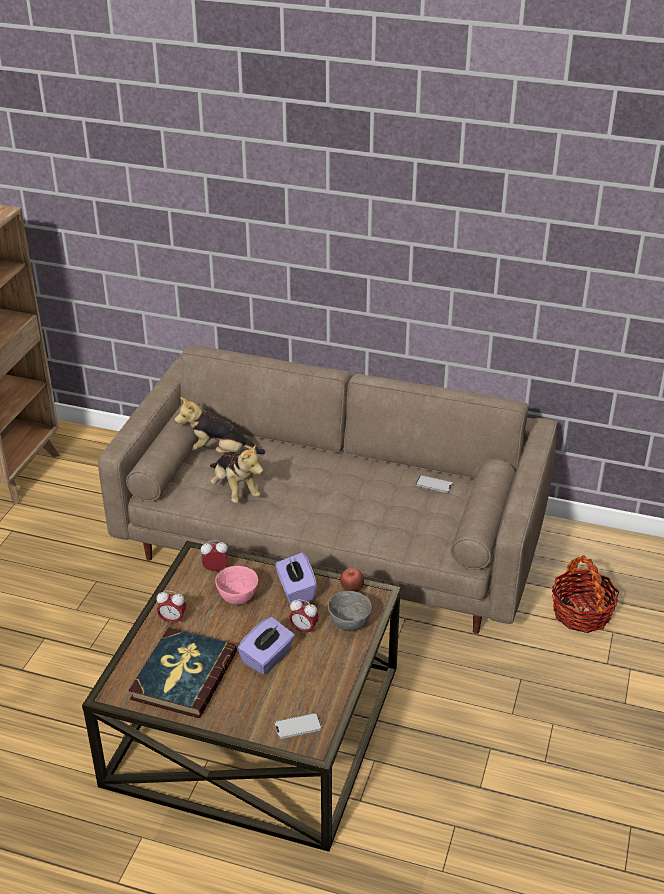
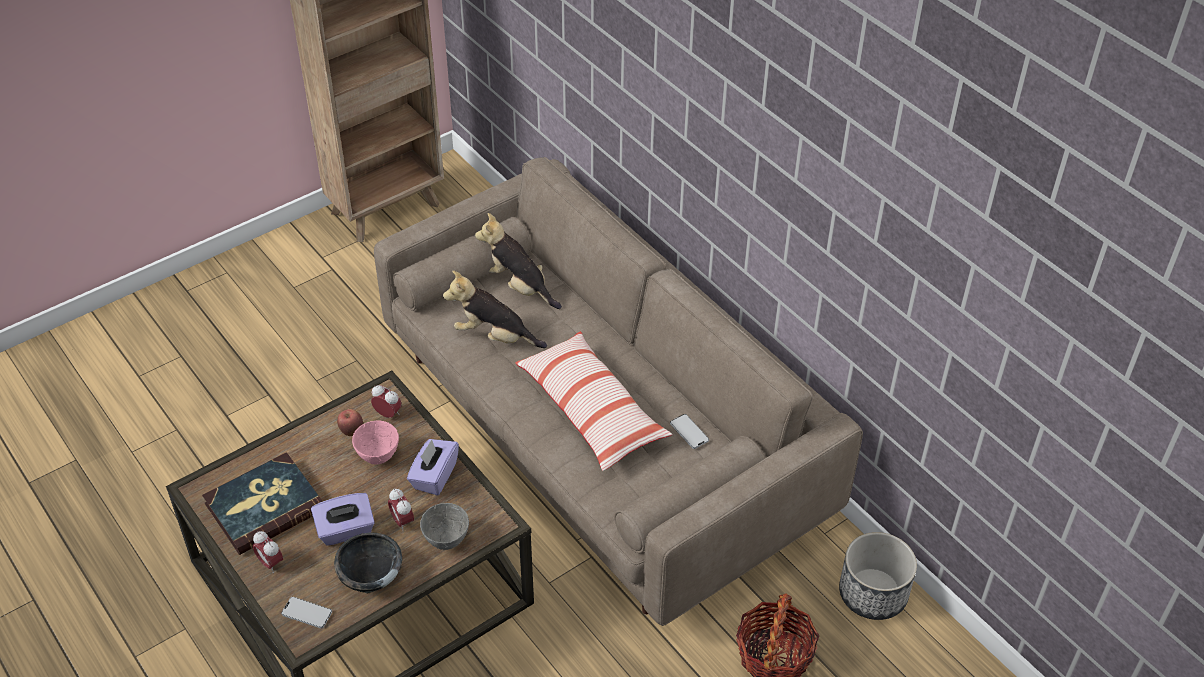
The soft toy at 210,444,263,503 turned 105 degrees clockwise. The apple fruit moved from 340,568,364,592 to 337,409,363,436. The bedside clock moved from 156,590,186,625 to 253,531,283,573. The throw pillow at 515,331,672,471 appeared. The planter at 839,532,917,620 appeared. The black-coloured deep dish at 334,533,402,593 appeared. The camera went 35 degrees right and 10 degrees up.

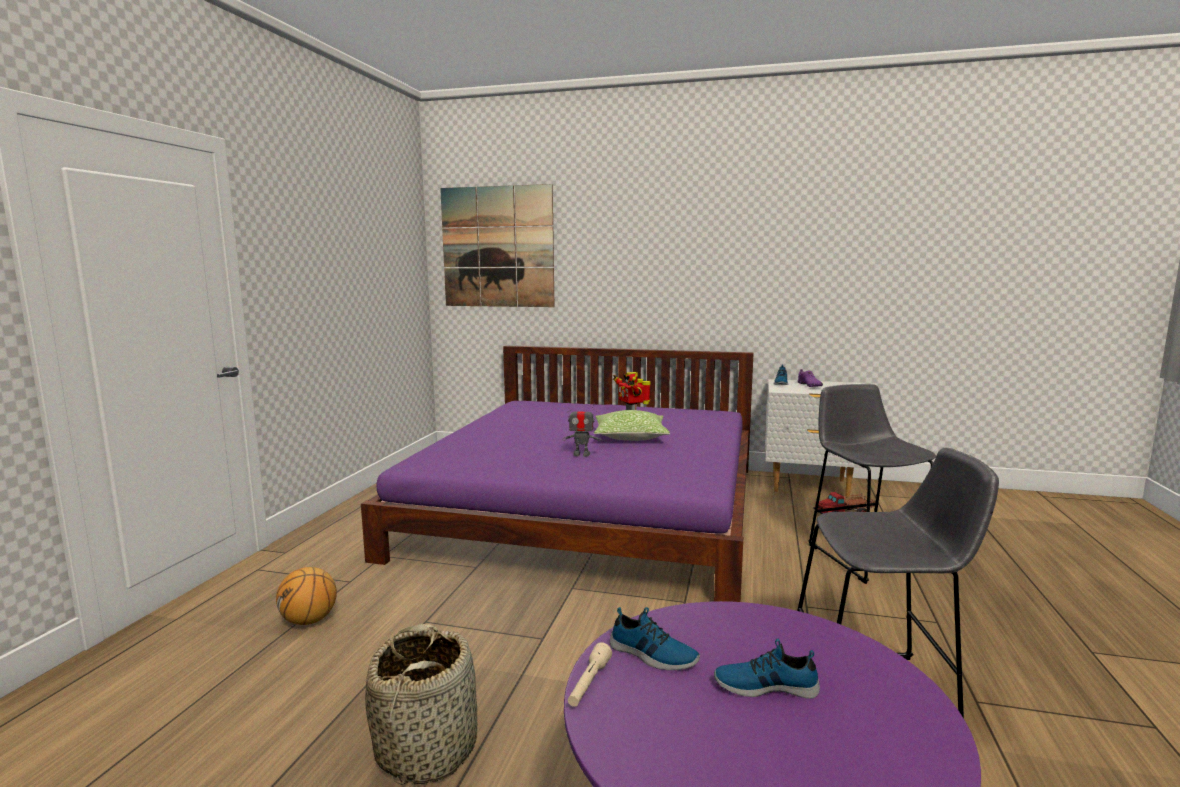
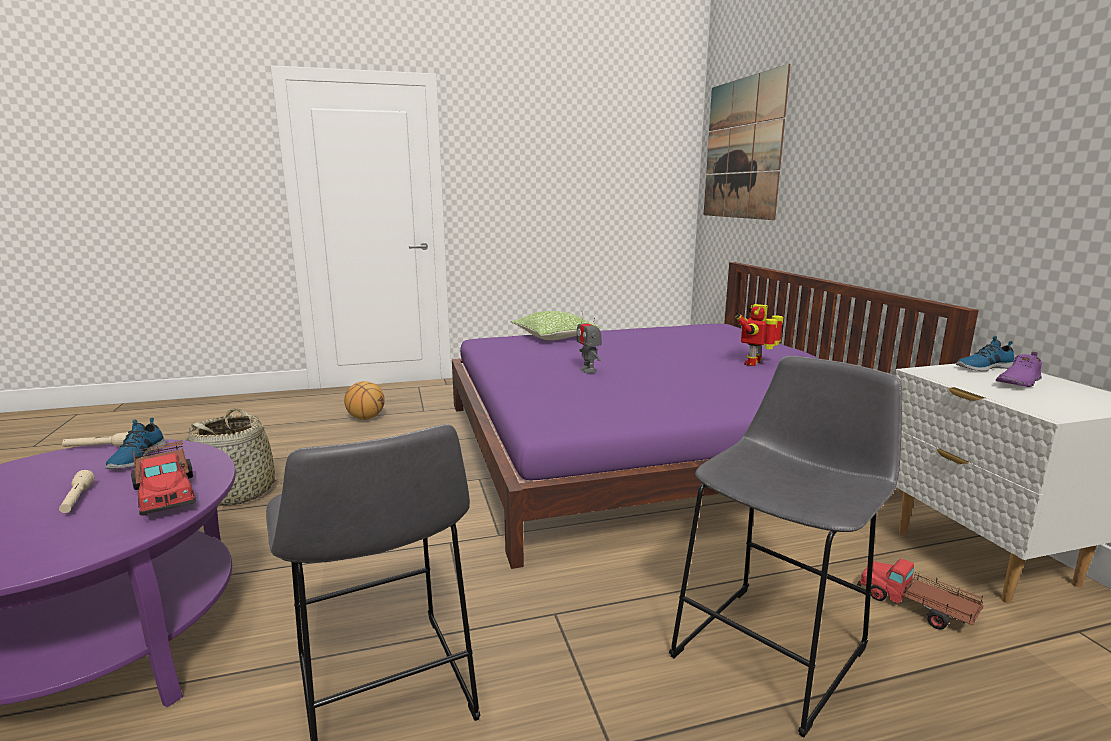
The throw pillow moved from 594,410,670,441 to 511,311,601,340. The low shoe at 714,639,820,699 was replaced by the beige torch at 59,470,95,513. The model truck at 131,441,196,516 appeared. The camera went 60 degrees right and 5 degrees up.

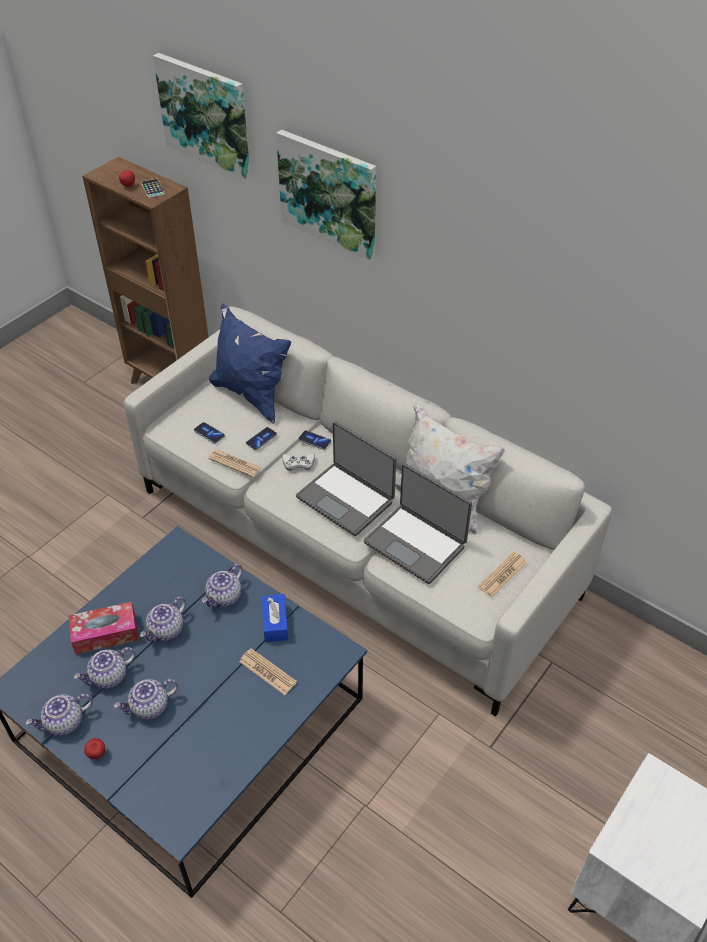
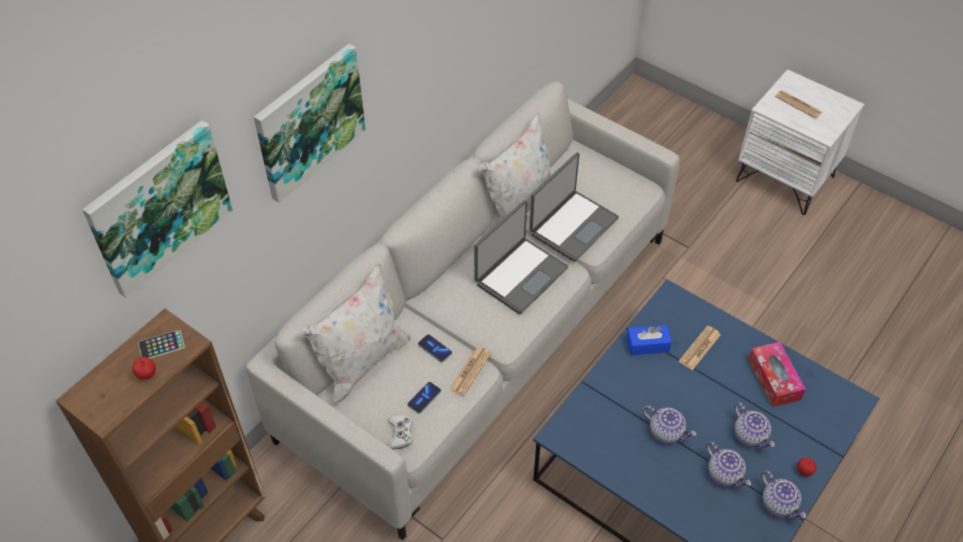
The blue-coloured throw pillow at 209,303,291,424 became the whitish throw pillow at 300,262,411,404. The phone at 298,430,331,450 disappeared. The whitish gamepad moved from 282,453,315,471 to 387,415,413,450. The daily paper moved from 478,552,527,597 to 775,90,823,119. The tea pot at 202,564,243,608 disappeared. The box of tissues moved from 69,602,139,654 to 748,342,806,407. The camera went 90 degrees left and 5 degrees up.

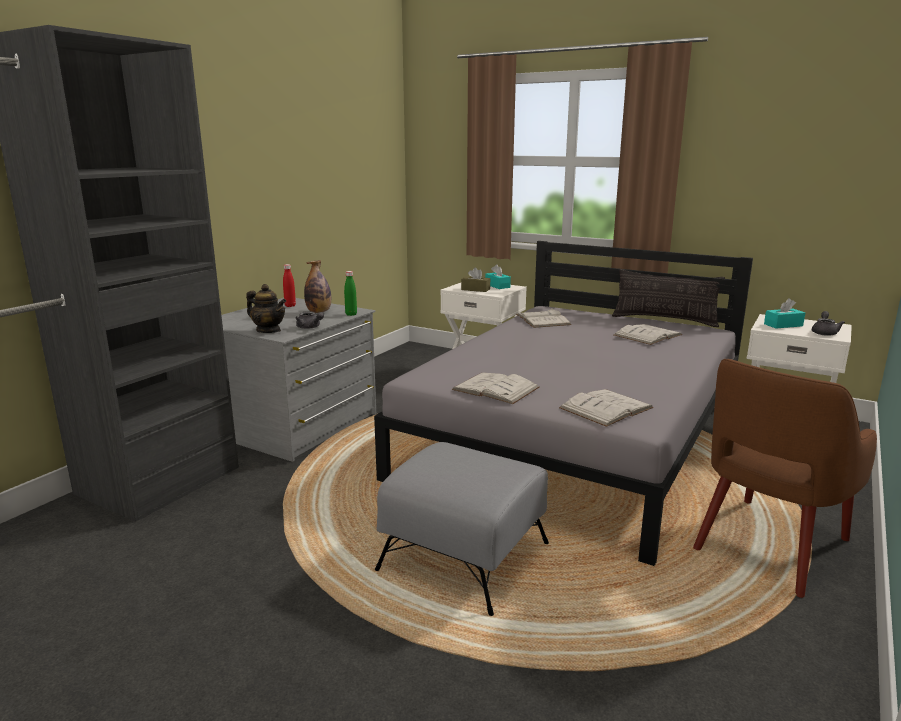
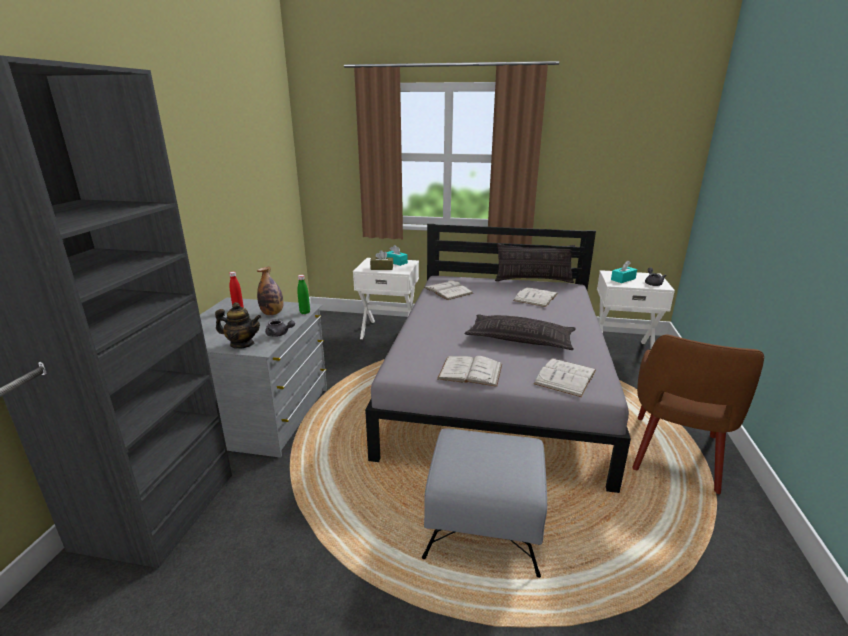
The throw pillow at 465,314,576,350 appeared. The camera went 20 degrees left and 5 degrees up.

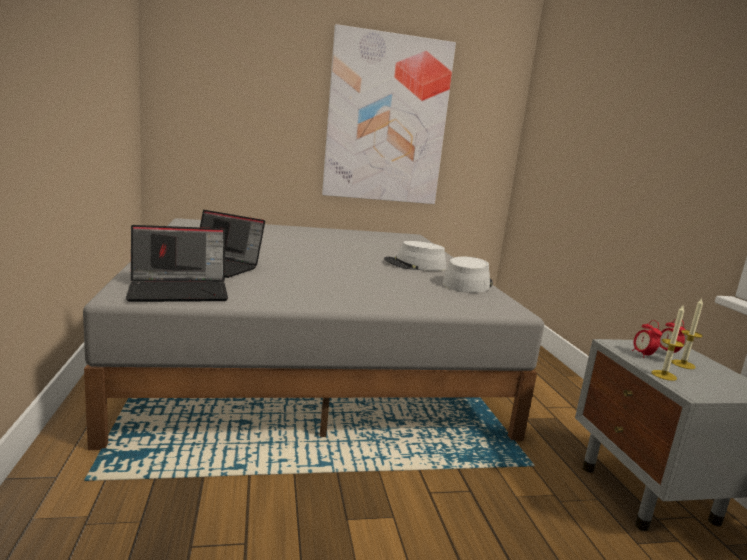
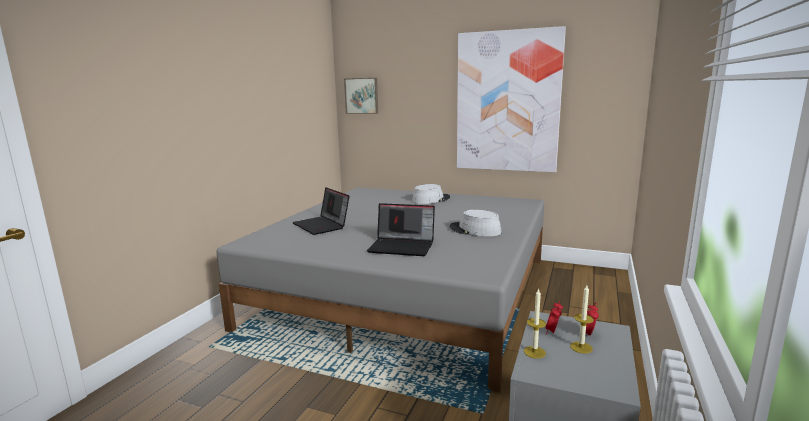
The portable computer moved from 126,225,228,302 to 367,203,435,256. The gray hat moved from 442,257,493,293 to 412,184,450,204. The wall picture at 344,78,378,114 appeared. The camera went 35 degrees right and 0 degrees up.

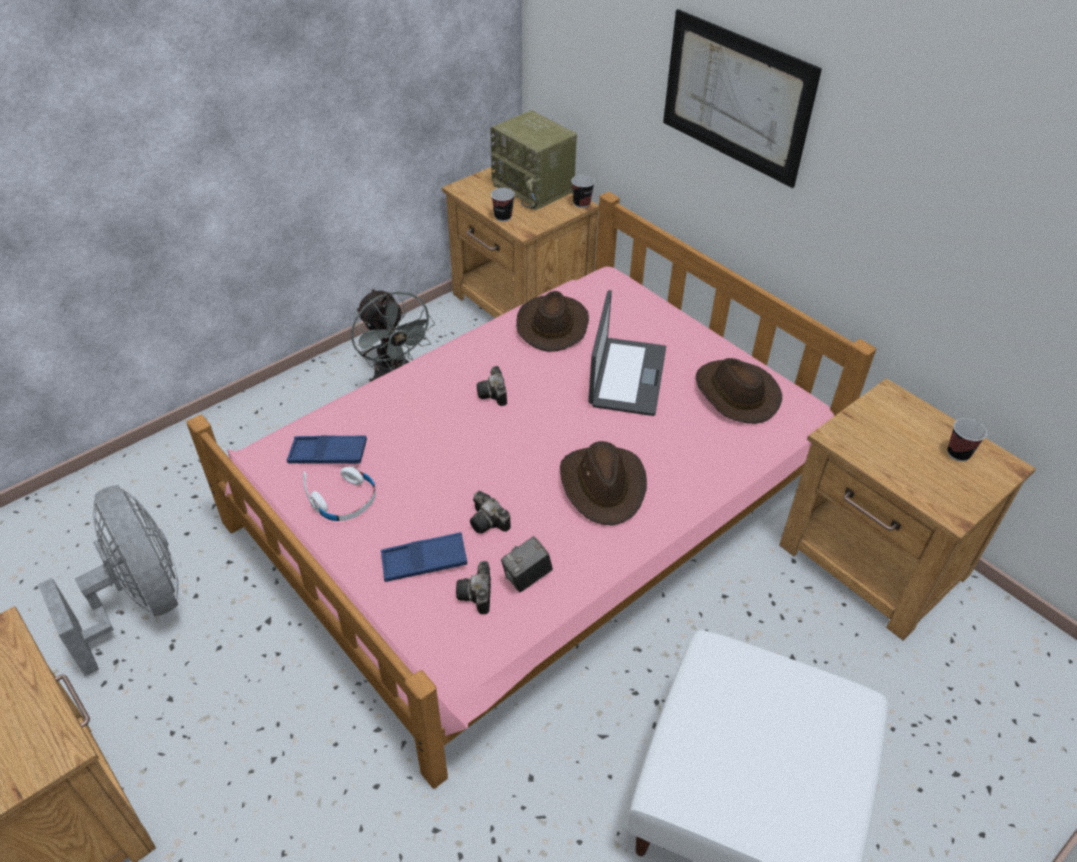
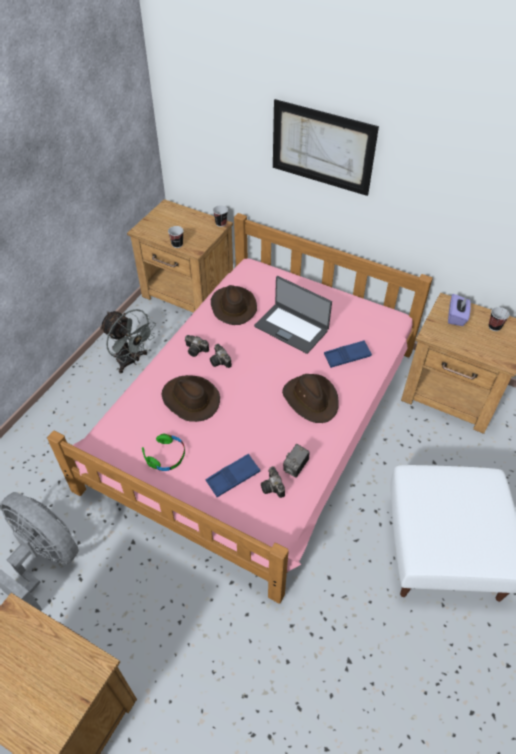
The radio set at 490,110,577,210 disappeared. The portable computer at 588,290,666,416 turned 135 degrees clockwise. The brown hat moved from 696,358,782,424 to 162,375,220,422. The blue-coloured carrying tray moved from 287,435,367,464 to 324,340,372,368. The whitish pair of headphones at 303,466,376,521 became the greenish pair of headphones at 142,434,185,471. The still camera moved from 470,491,511,534 to 185,335,209,357. The purplish box of tissues at 448,294,471,326 appeared. The camera went 20 degrees left and 5 degrees up.

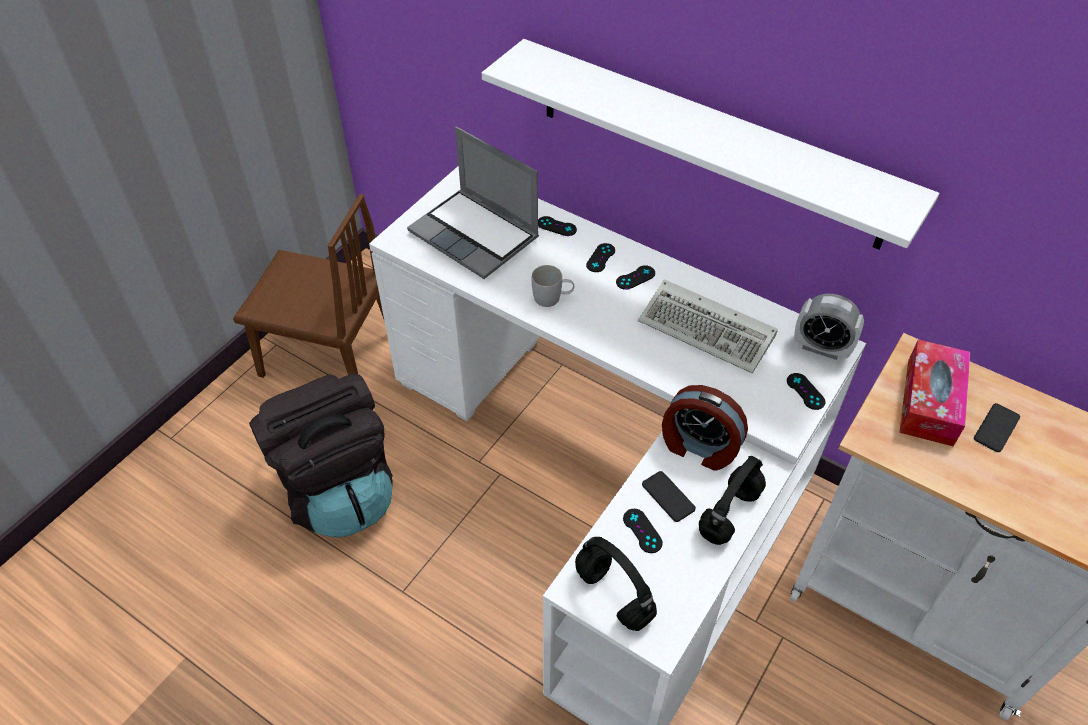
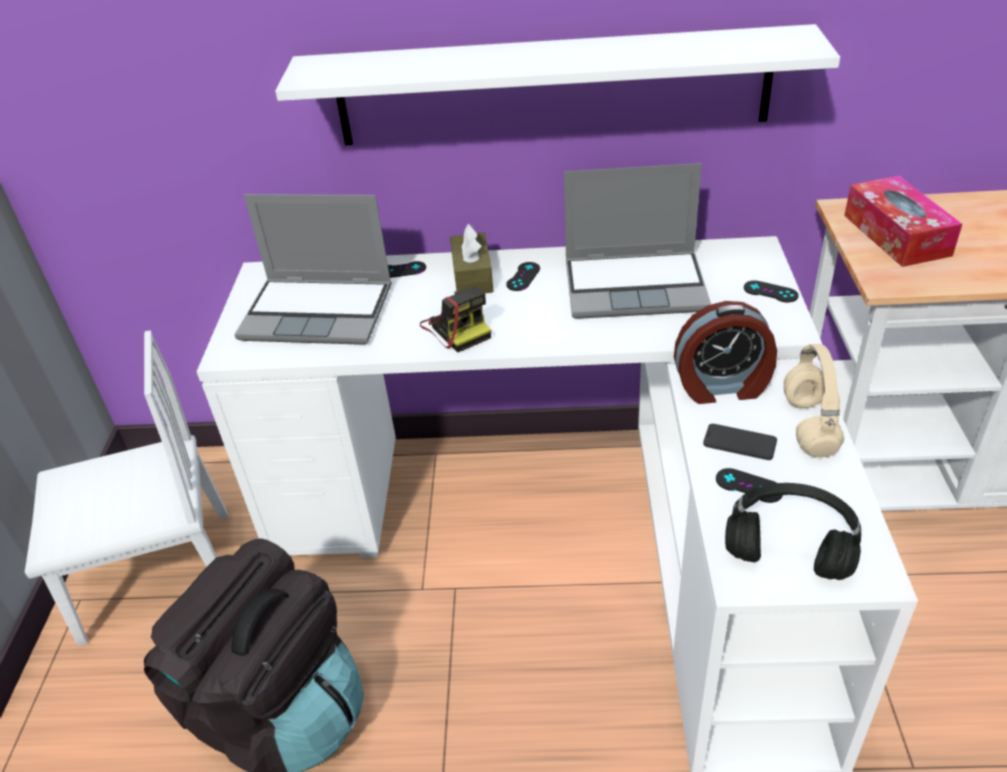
The brown plain chair at 233,194,384,378 became the whitish plain chair at 25,330,228,646. The black-coloured gamepad at 586,243,615,272 was replaced by the brown box of tissues at 450,224,494,293. The whitish mug at 532,265,574,307 was replaced by the still camera at 420,287,491,352. The keyboard at 638,279,778,373 was replaced by the portable computer at 564,163,711,319. The bedside clock at 794,294,864,360 disappeared. The phone at 974,403,1020,452 disappeared. The black-coloured pair of headphones at 699,456,766,545 became the beige pair of headphones at 784,344,844,457. The camera went 30 degrees left and 10 degrees down.

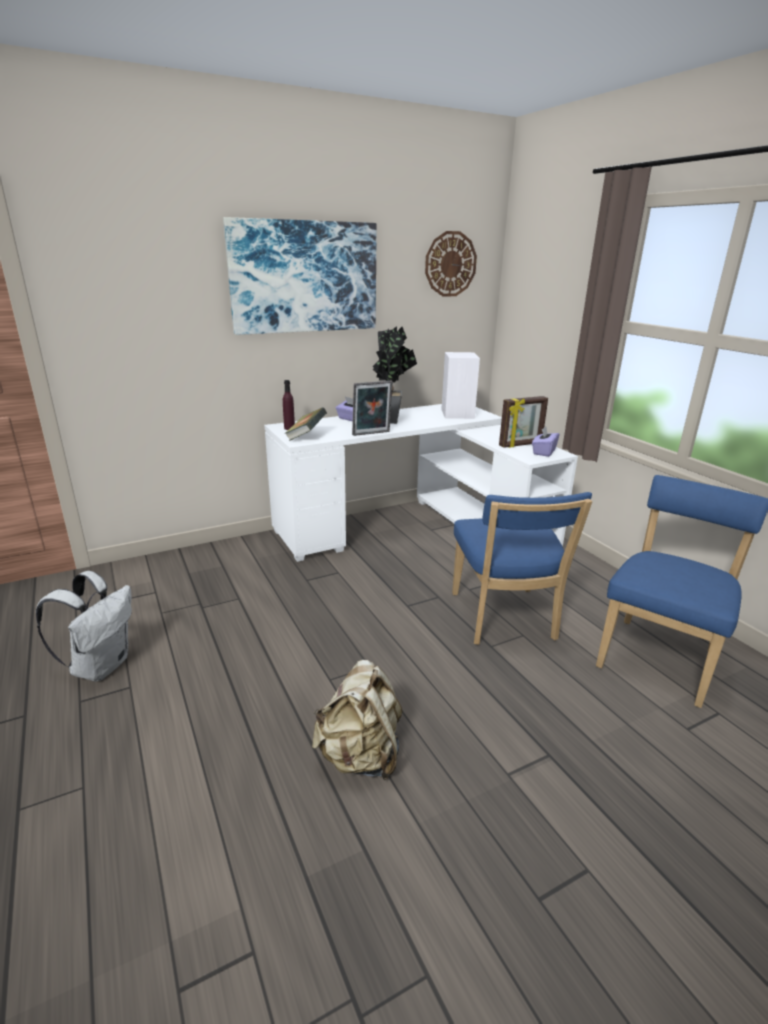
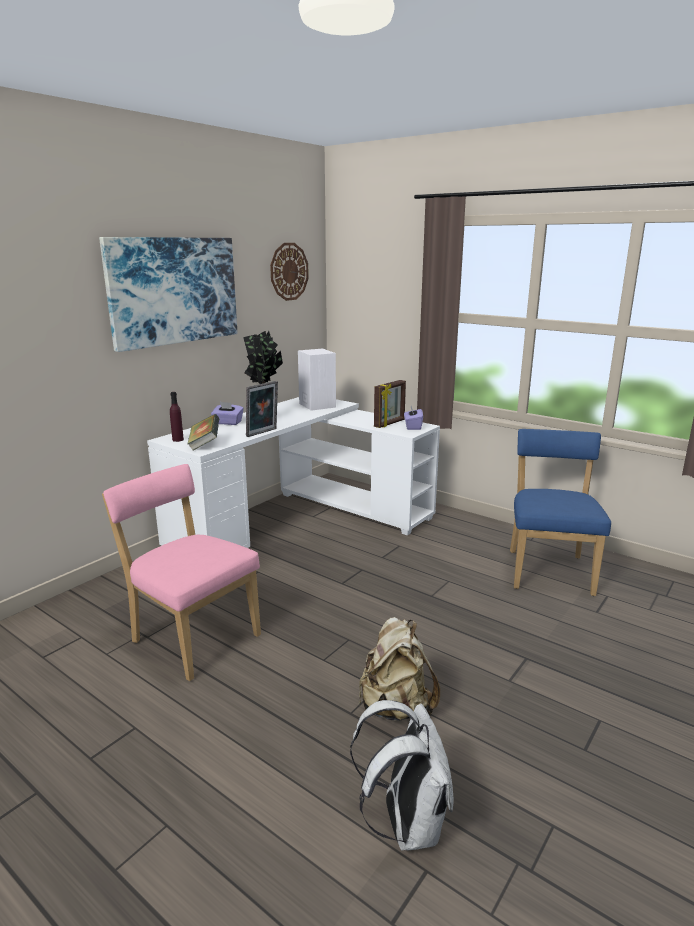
The blue-coloured plain chair at 452,492,592,645 disappeared. The whitish backpack moved from 36,571,132,682 to 350,700,454,850. The pink plain chair at 102,464,261,681 appeared. The camera went 25 degrees left and 5 degrees down.

